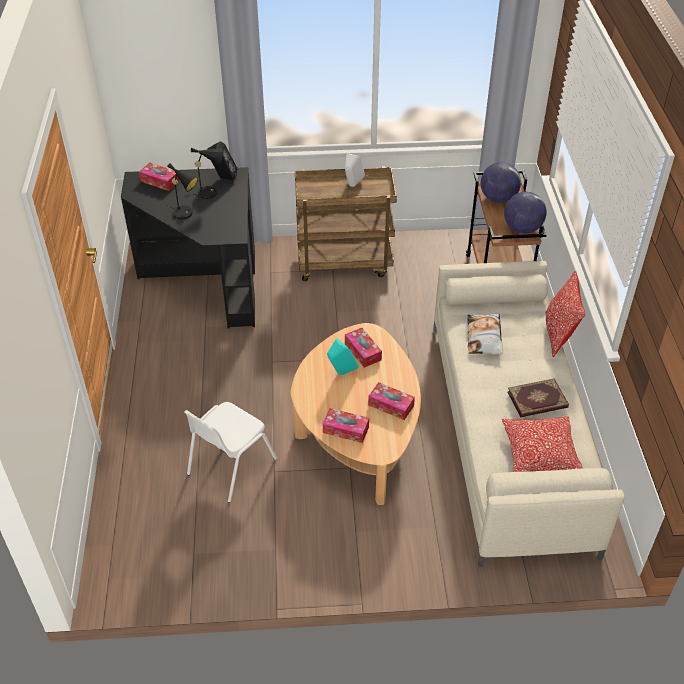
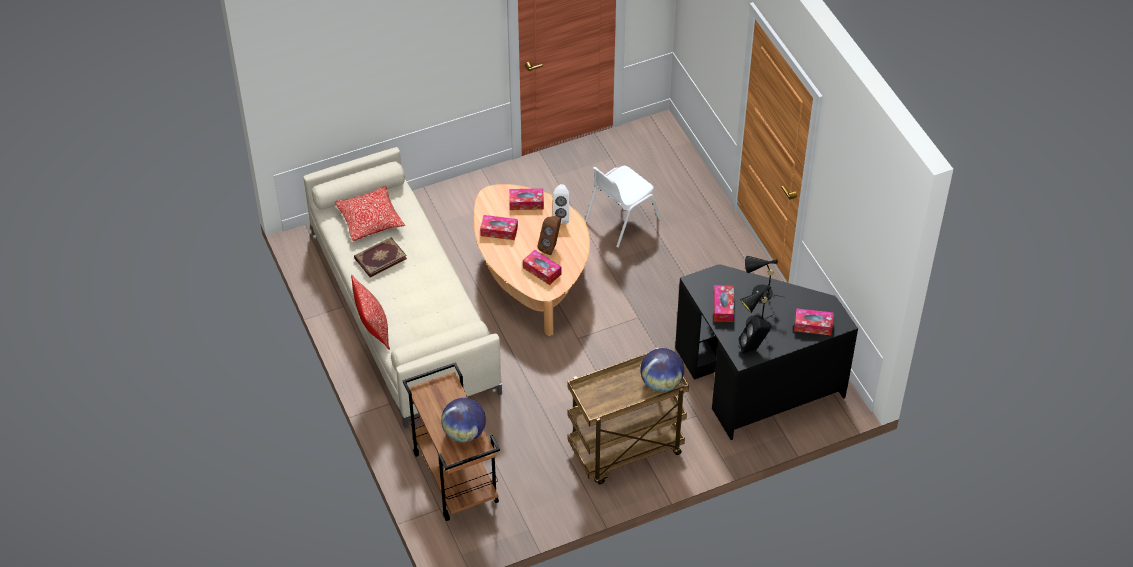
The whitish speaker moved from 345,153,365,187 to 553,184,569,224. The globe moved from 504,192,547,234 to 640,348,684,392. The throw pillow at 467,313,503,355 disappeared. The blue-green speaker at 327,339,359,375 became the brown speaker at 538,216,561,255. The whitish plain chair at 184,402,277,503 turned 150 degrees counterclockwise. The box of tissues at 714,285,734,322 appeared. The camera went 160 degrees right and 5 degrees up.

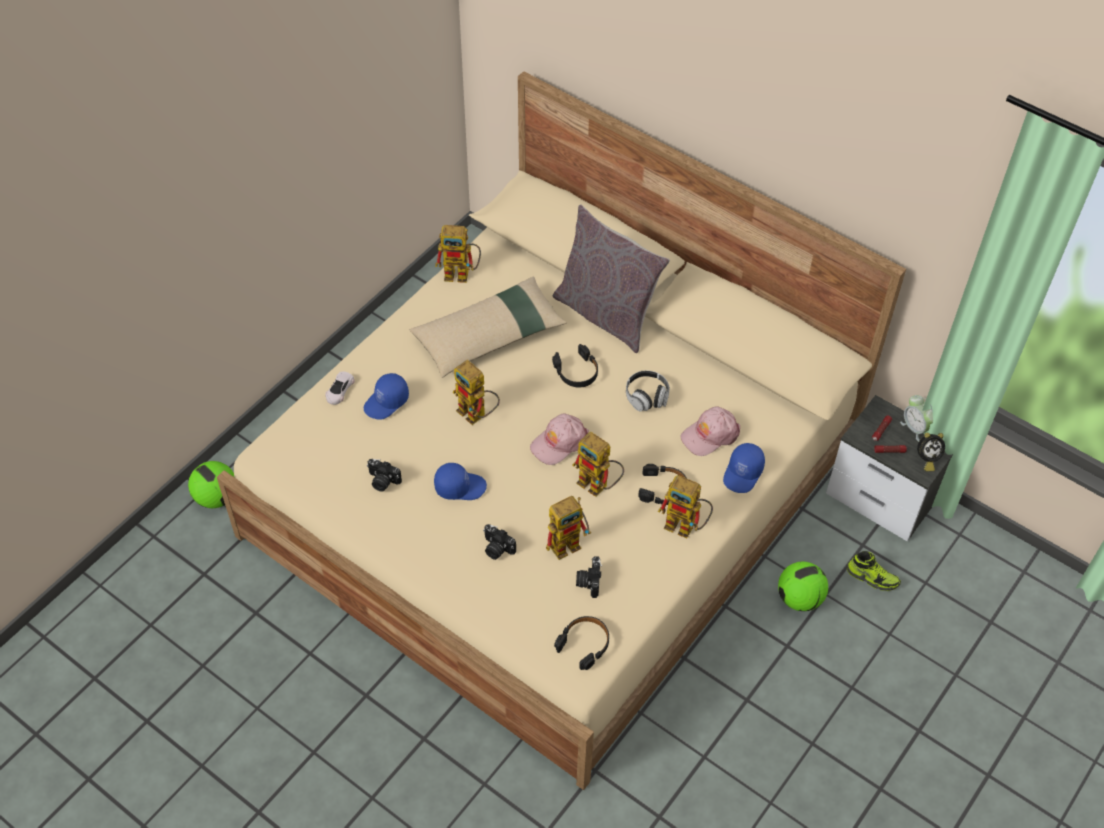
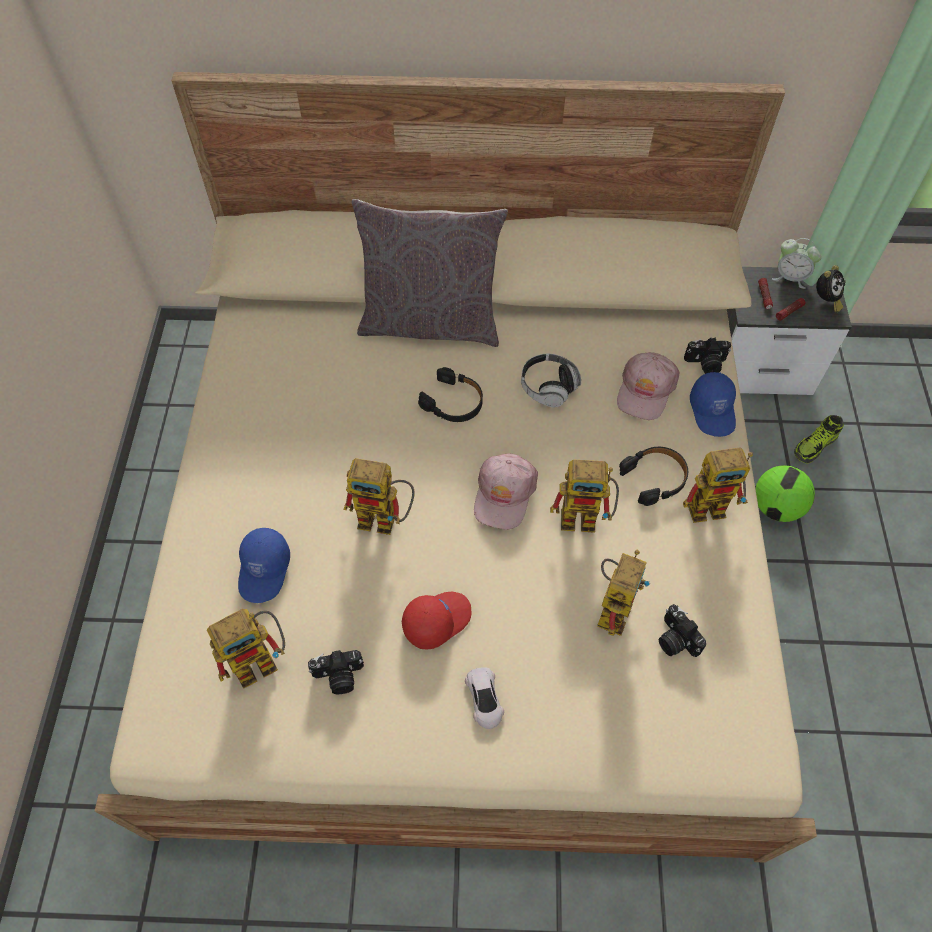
The model robot moved from 435,225,481,283 to 207,609,285,689. The beige throw pillow at 409,276,567,378 disappeared. The whitish model car moved from 325,372,355,405 to 465,667,504,729. The ball for football at 188,461,234,508 disappeared. The blue-coloured baseball cap at 434,463,487,500 became the red-coloured baseball cap at 402,592,471,649. The still camera moved from 483,524,516,560 to 684,338,731,374. The low shoe at 847,551,901,591 turned 150 degrees clockwise. The black-coloured pair of headphones at 554,616,609,670 disappeared. The camera went 35 degrees left and 5 degrees up.

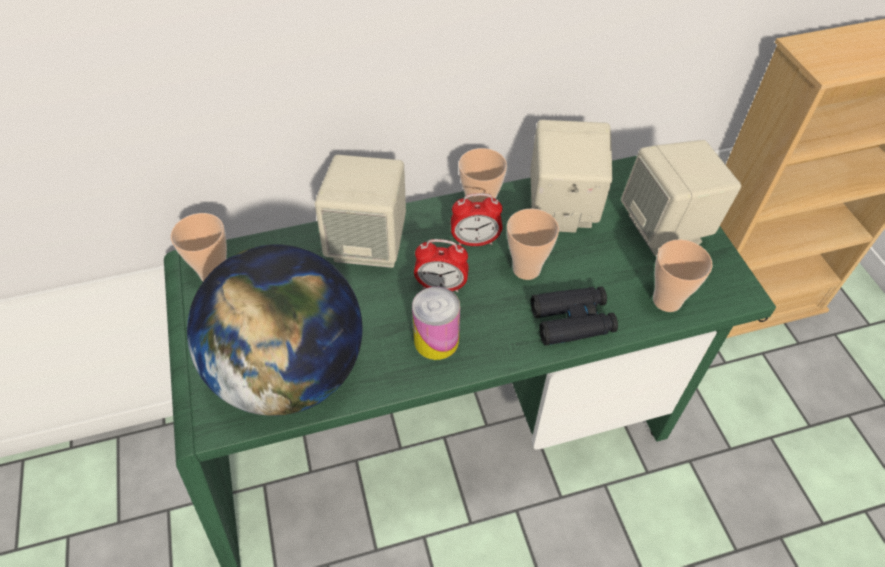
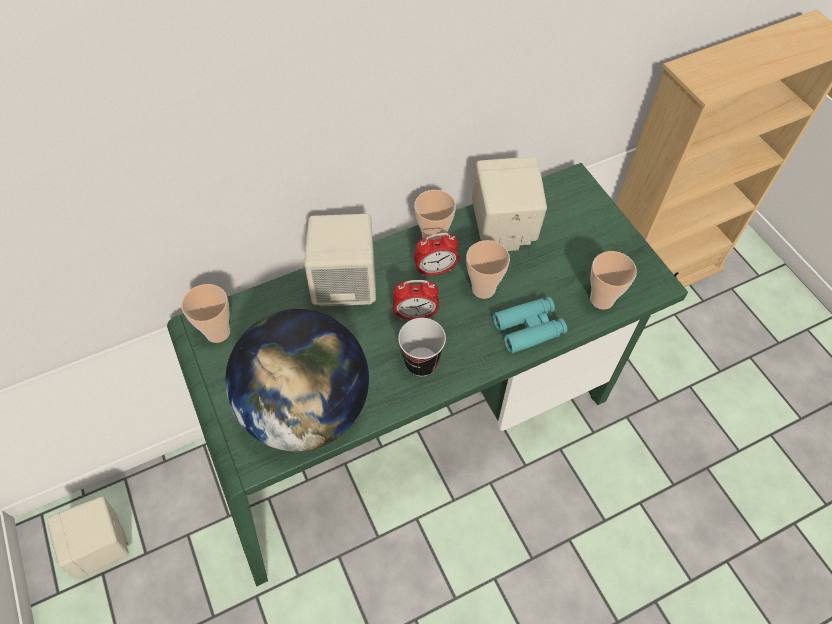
The beige speaker moved from 621,140,741,257 to 47,496,129,579. The black-coloured field glasses at 531,286,618,346 became the blue-green field glasses at 493,297,567,354. The sealed can at 412,287,460,360 was replaced by the drinking cup at 398,318,446,376. The camera went 10 degrees left and 5 degrees up.

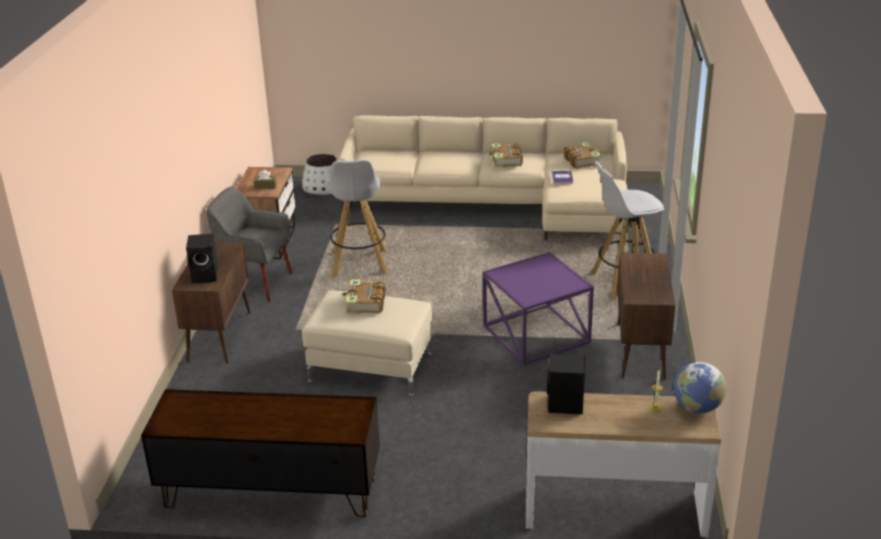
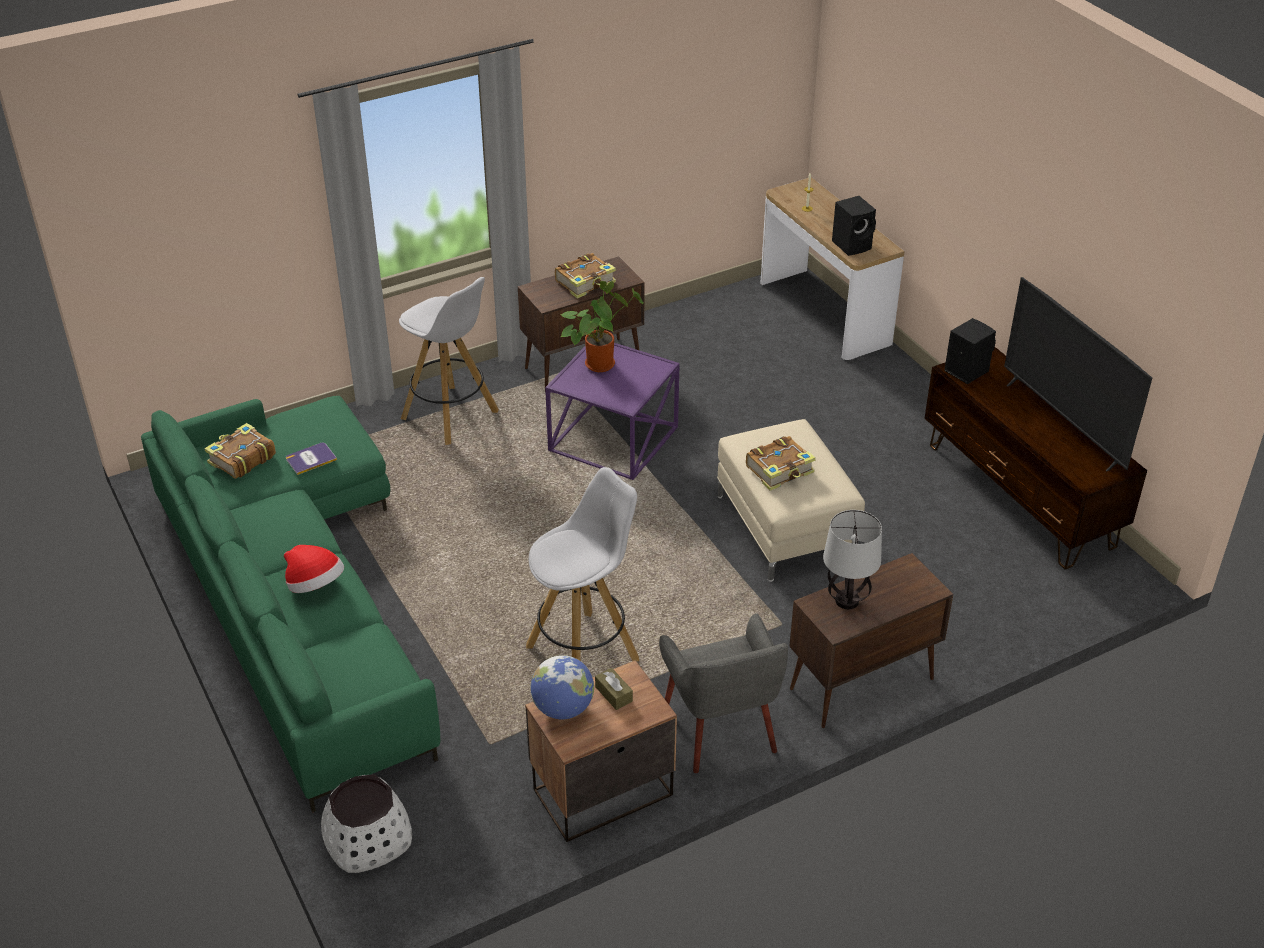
The beige settee at 339,115,629,240 became the greenish settee at 141,396,441,813. The volume moved from 487,143,523,168 to 555,253,616,299. The black-coloured speaker moved from 186,233,218,283 to 944,318,996,384. The globe moved from 673,362,726,413 to 530,655,594,719. The TV set at 1004,277,1152,472 appeared. The plant in a pot at 559,281,643,372 appeared. The table lamp at 823,510,882,609 appeared. The hat at 284,545,344,593 appeared. The camera went 125 degrees left and 10 degrees up.

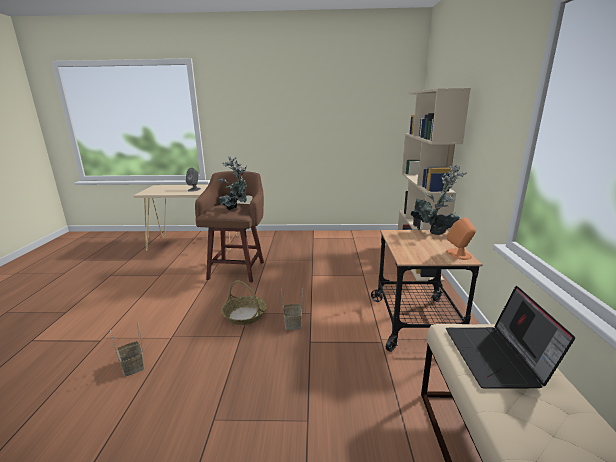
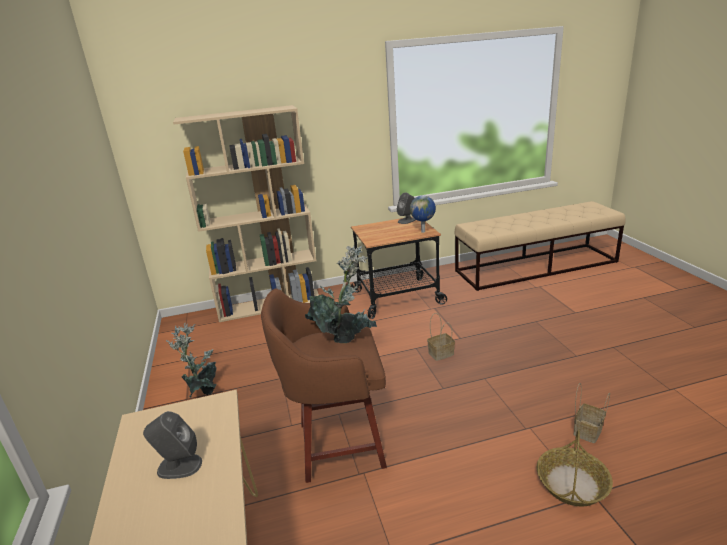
The plant in a pot moved from 411,165,467,235 to 166,322,217,398. The orange-coloured speaker at 446,218,476,260 became the gray speaker at 397,193,416,224. The household basket moved from 221,281,267,325 to 537,430,613,507. The portable computer at 446,286,575,389 disappeared. The globe at 410,195,436,233 appeared. The camera went 105 degrees left and 5 degrees up.

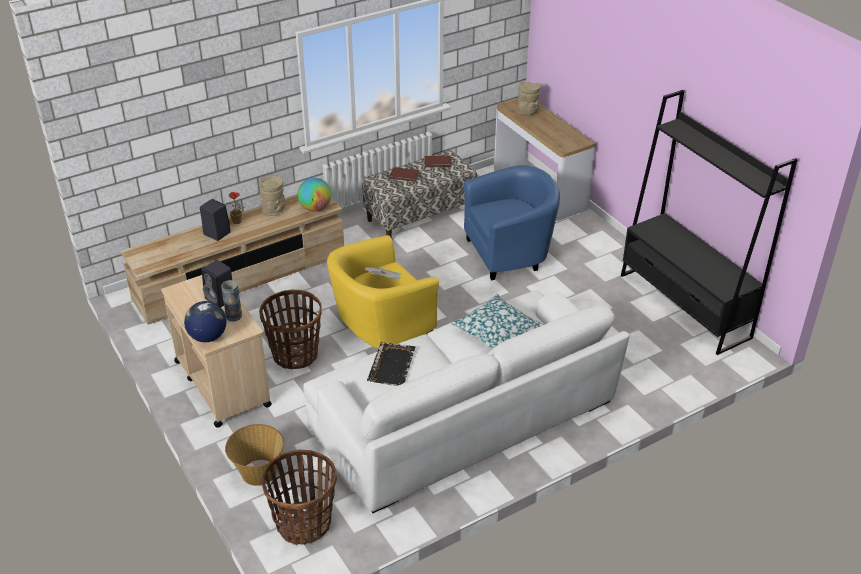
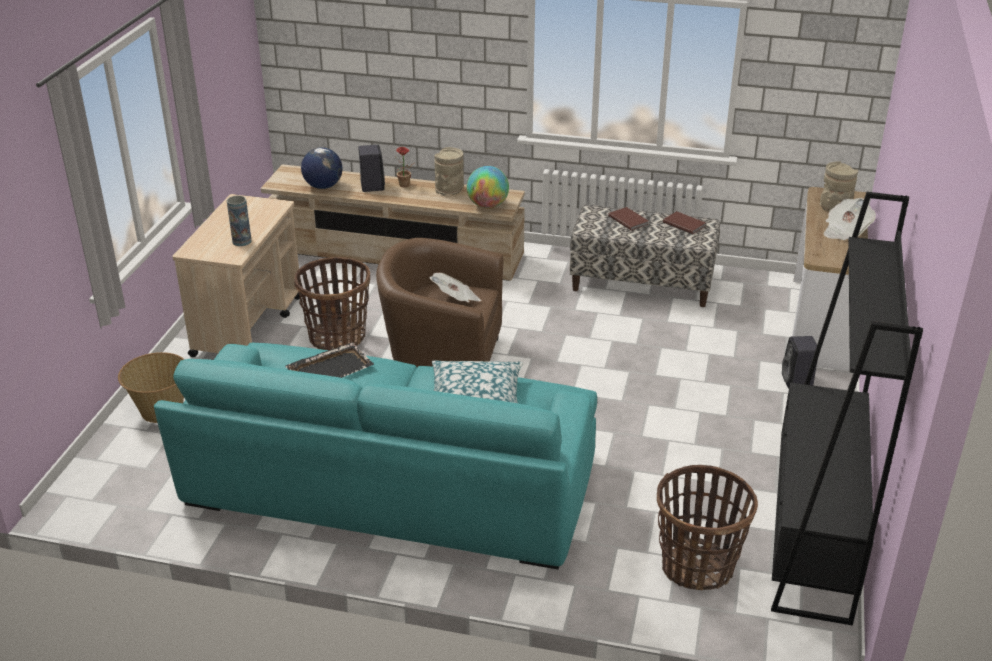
The blue-coloured armchair at 464,165,560,280 disappeared. The yellowish armchair at 327,235,439,349 became the brown armchair at 376,238,503,367. The black-coloured speaker moved from 202,260,232,307 to 782,336,818,389. The whitish settee at 303,290,630,513 became the blue-green settee at 154,342,597,570. The globe moved from 184,301,226,342 to 301,147,342,189. The household basket moved from 261,450,337,545 to 657,465,758,590. The daily paper at 824,198,876,240 appeared. The camera went 45 degrees right and 5 degrees down.

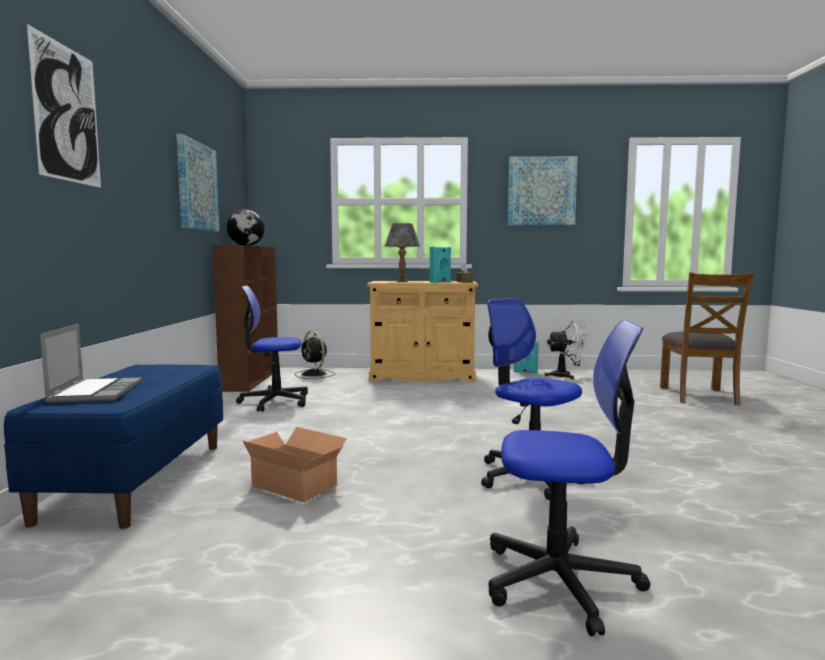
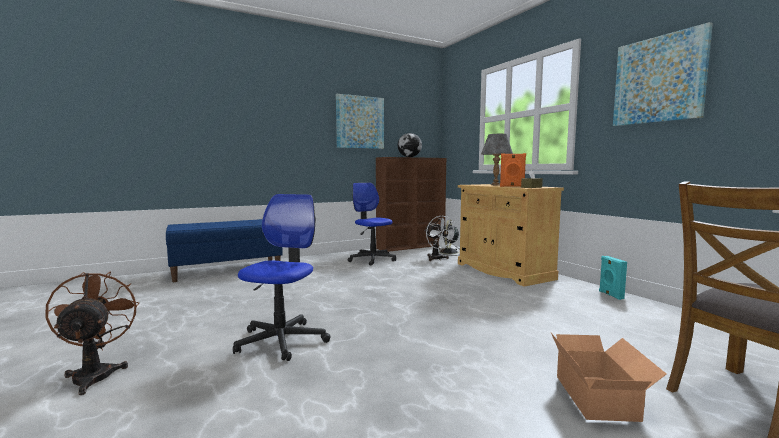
The wall picture at 27,24,101,188 disappeared. The blue-green speaker at 430,247,451,283 became the orange-coloured speaker at 500,153,526,187. The office chair at 489,320,650,636 was replaced by the brown fan at 46,271,139,395. The whitish fan moved from 545,321,588,379 to 424,215,456,261. The portable computer at 40,324,142,403 disappeared. The packing box moved from 243,427,347,502 to 551,333,667,422. The camera went 60 degrees right and 0 degrees up.

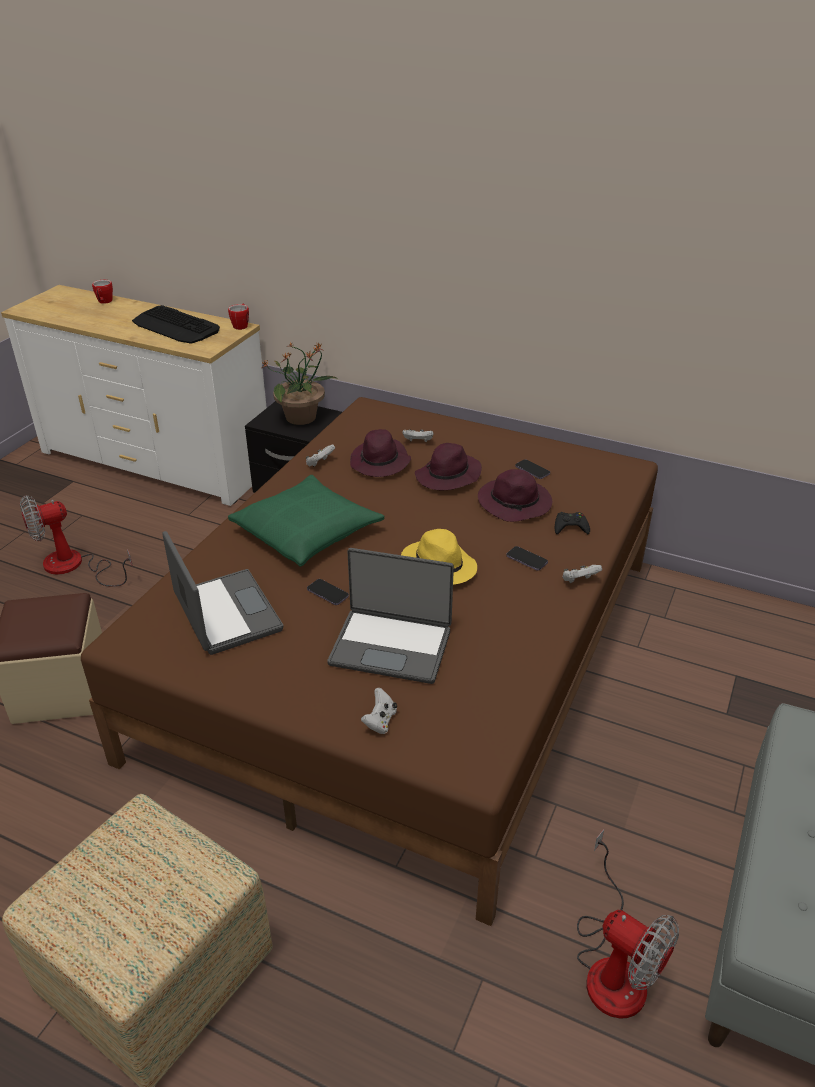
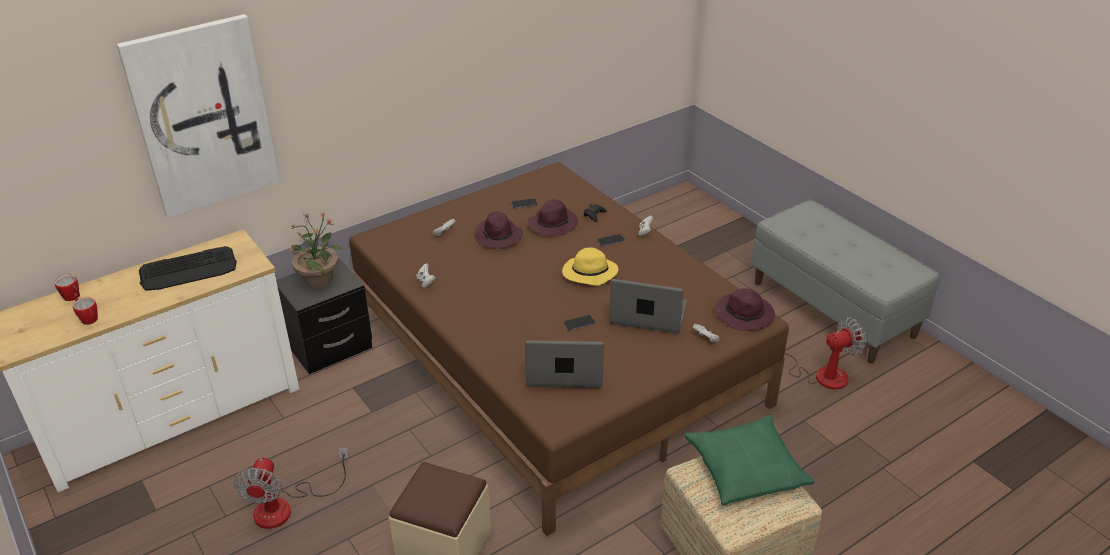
The mug moved from 228,304,249,330 to 73,297,98,325. The purplish hat moved from 350,429,411,477 to 715,288,775,331. The greenish throw pillow moved from 228,475,384,567 to 684,415,814,506. The portable computer at 327,548,454,684 turned 120 degrees counterclockwise. The wall picture at 117,14,280,218 appeared. The camera went 60 degrees left and 0 degrees up.

